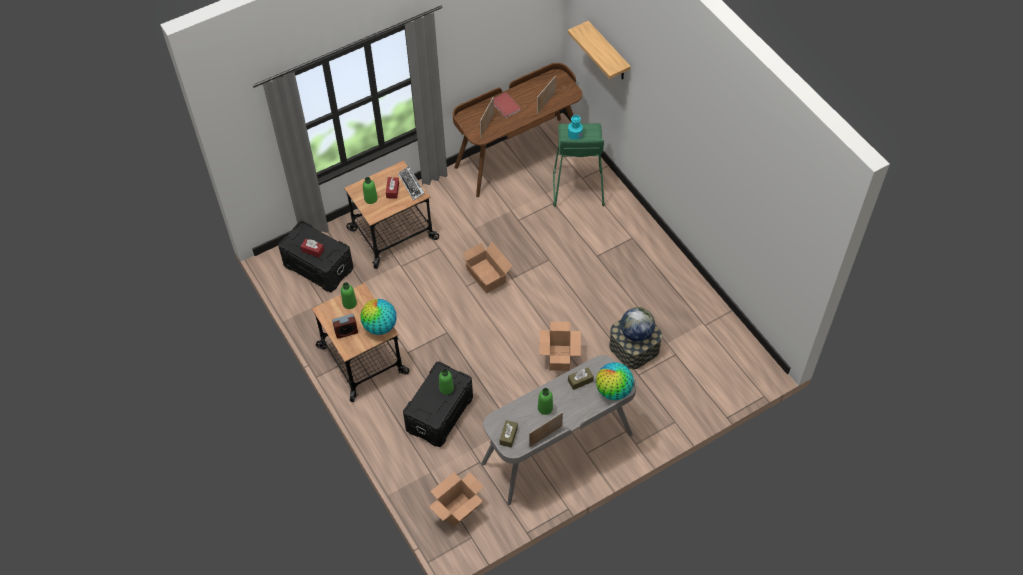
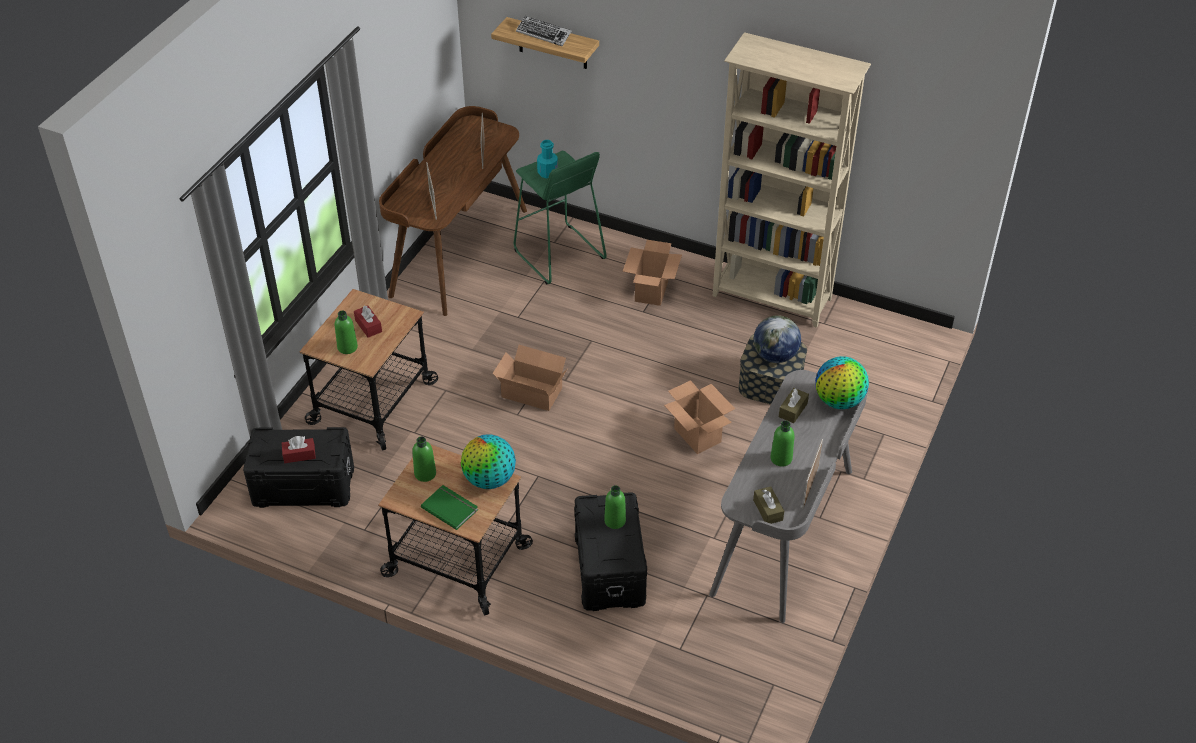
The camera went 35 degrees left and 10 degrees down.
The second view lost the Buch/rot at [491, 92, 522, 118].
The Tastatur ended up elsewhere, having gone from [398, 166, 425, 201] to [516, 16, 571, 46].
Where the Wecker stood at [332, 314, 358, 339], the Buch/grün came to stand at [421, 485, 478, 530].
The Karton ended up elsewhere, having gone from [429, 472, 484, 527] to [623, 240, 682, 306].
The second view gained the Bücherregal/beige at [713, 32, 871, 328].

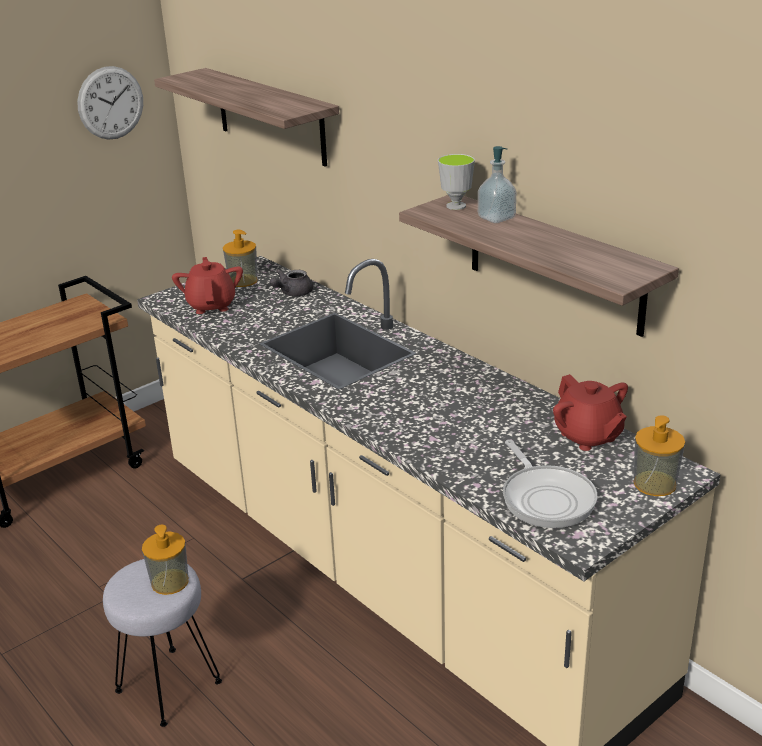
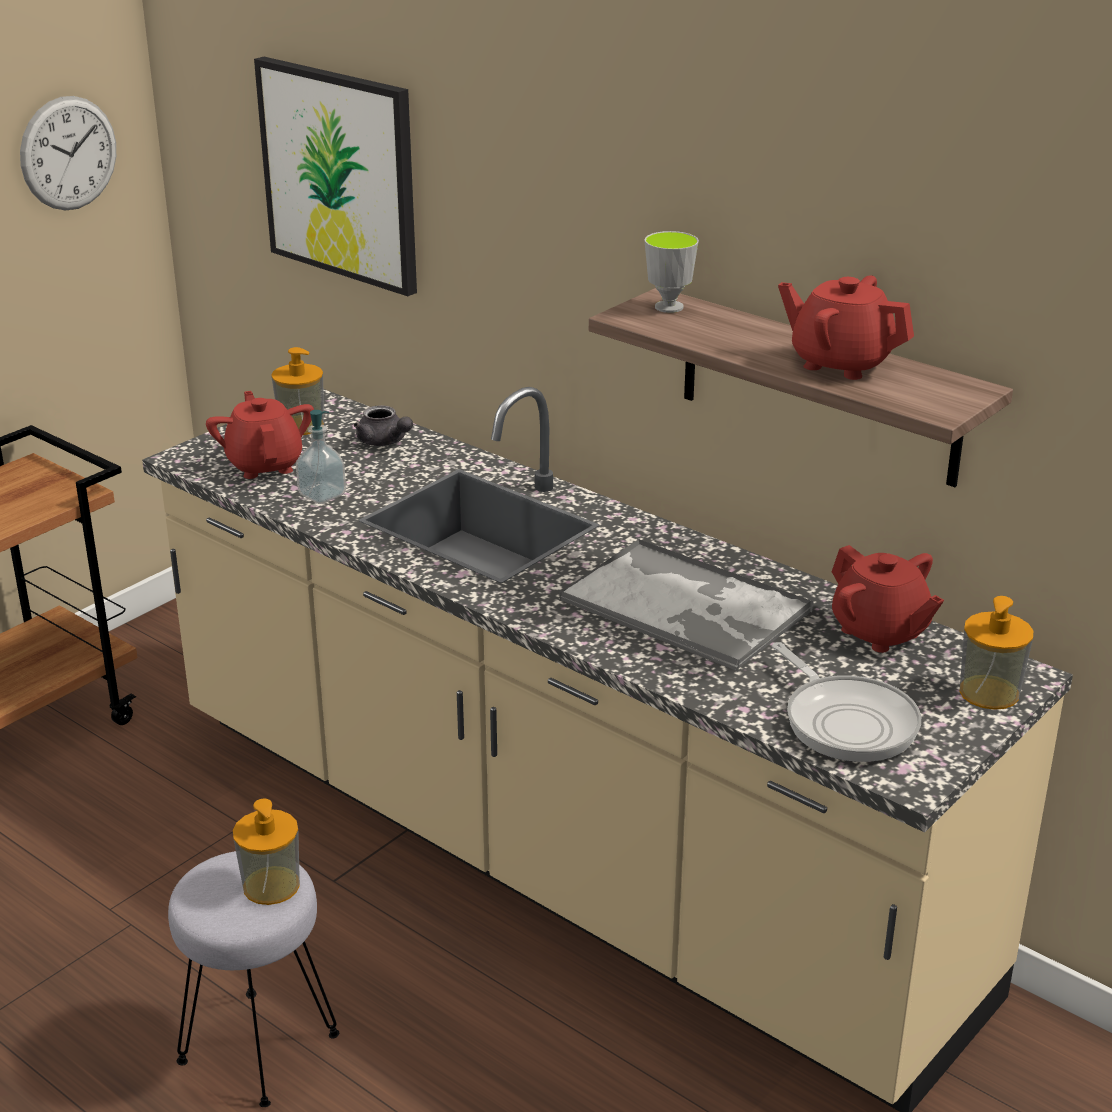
The camera went 10 degrees left and 0 degrees up.
Where the Wandregal hung at [154, 68, 339, 167], the Bild came to hang at [254, 57, 417, 296].
The Seifenspender ended up elsewhere, having gone from [478, 146, 516, 223] to [296, 410, 346, 504].
The Teekanne/grau at [270, 269, 313, 296] ended up facing another way, 75 degrees counterclockwise from before.
The second view gained the Teekanne/rot at [778, 275, 914, 380].
The second view gained the Tablett at [559, 538, 814, 671].

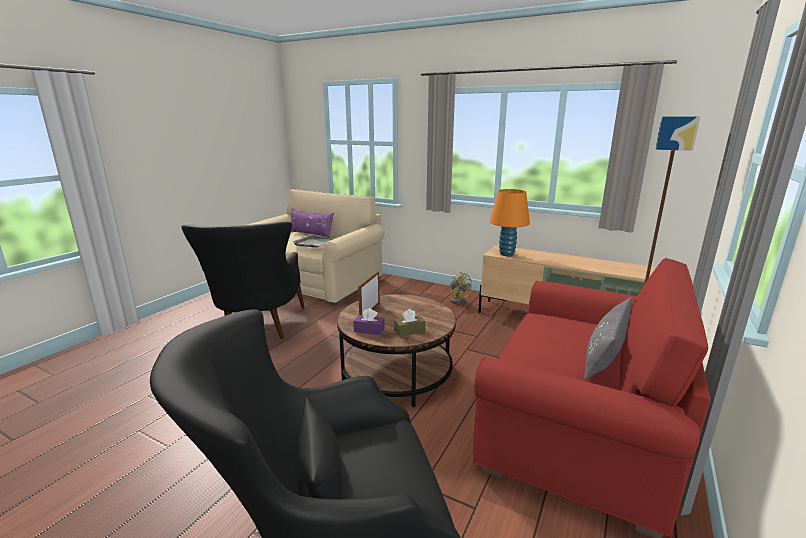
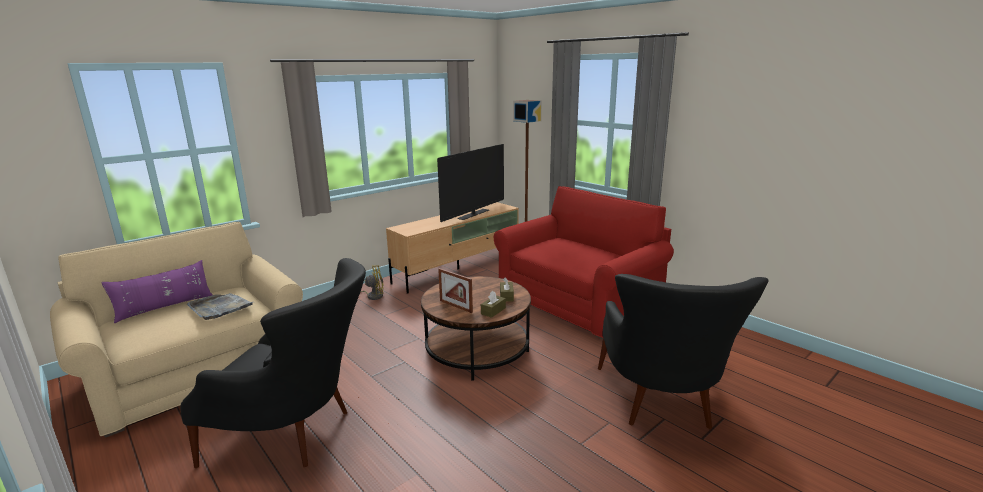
The camera went 70 degrees left and 0 degrees up.
The second view lost the Tischlampe/orange at [490, 189, 530, 256].
The second view lost the Kissen/grau at [584, 297, 632, 380].
What was the Taschentuchbox/lila at [354, 308, 385, 335] turned into the Taschentuchbox/braun at [481, 291, 506, 318].
The second view gained the Fernseher at [437, 144, 504, 222].

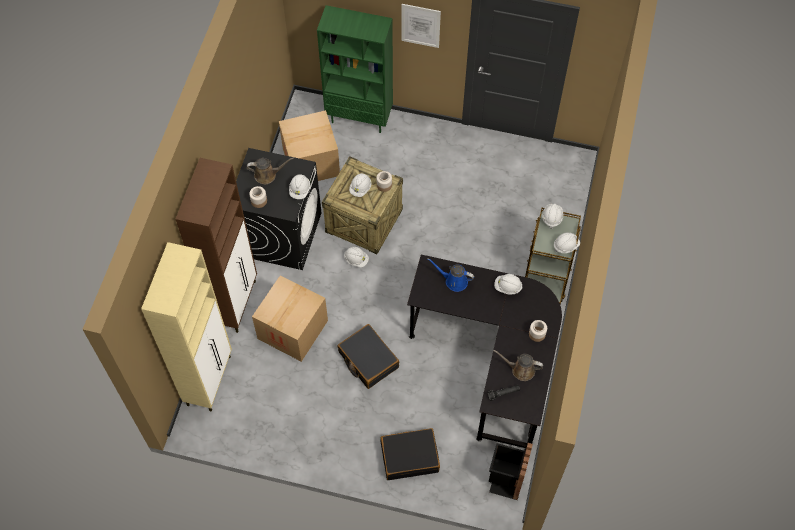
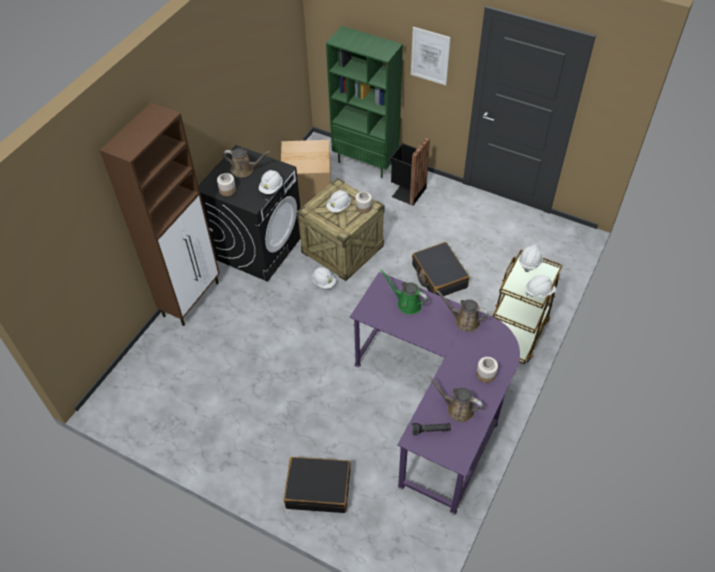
The camera went 15 degrees right and 10 degrees down.
The second view lost the Schrank/beige at [141, 242, 232, 412].
What was the Schreibtisch/schwarz at [407, 255, 562, 451] turned into the Schreibtisch/lila at [350, 272, 520, 515].
What was the Gießkanne/blau at [427, 258, 474, 292] turned into the Gießkanne/grün at [380, 270, 428, 315].
Where the Schutzhelm/weiß stood at [494, 274, 523, 295], the Gießkanne/braun came to stand at [436, 290, 489, 332].
The second view lost the Karton at [252, 275, 328, 362].
The Koffer/schwarz ended up elsewhere, having gone from [337, 324, 399, 389] to [412, 242, 470, 296].
The Mülleimer/schwarz ended up elsewhere, having gone from [489, 443, 533, 500] to [390, 137, 430, 206].

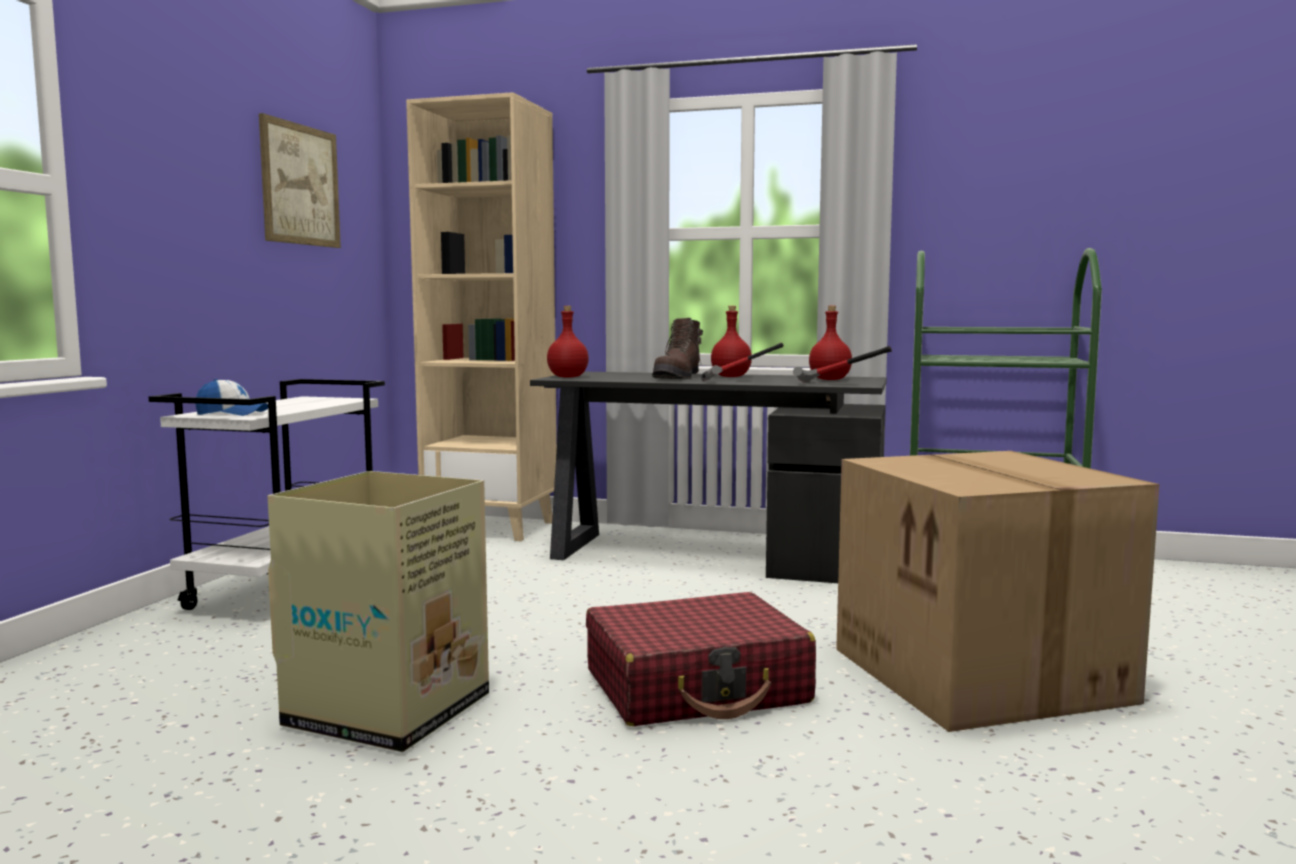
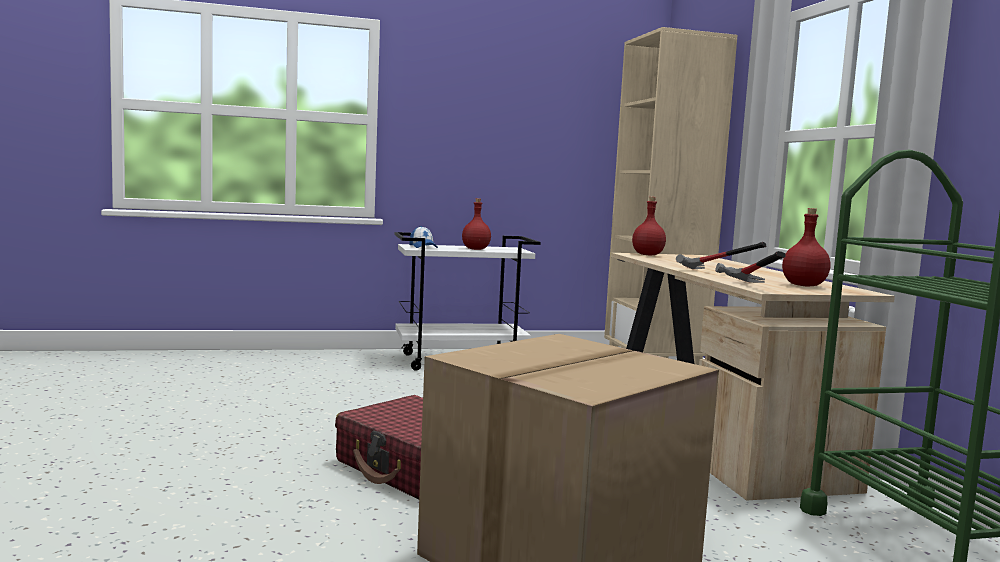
The camera went 60 degrees right and 0 degrees up.
The second view lost the Bild at [259, 113, 341, 248].
The Flasche/rot ended up elsewhere, having gone from [711, 306, 752, 377] to [462, 198, 491, 250].
The second view lost the Stiefel/braun at [652, 318, 703, 379].
What was the Schreibtisch/schwarz at [530, 372, 887, 583] turned into the Schreibtisch/beige at [611, 253, 895, 501].
The second view lost the Karton at [267, 471, 489, 752].

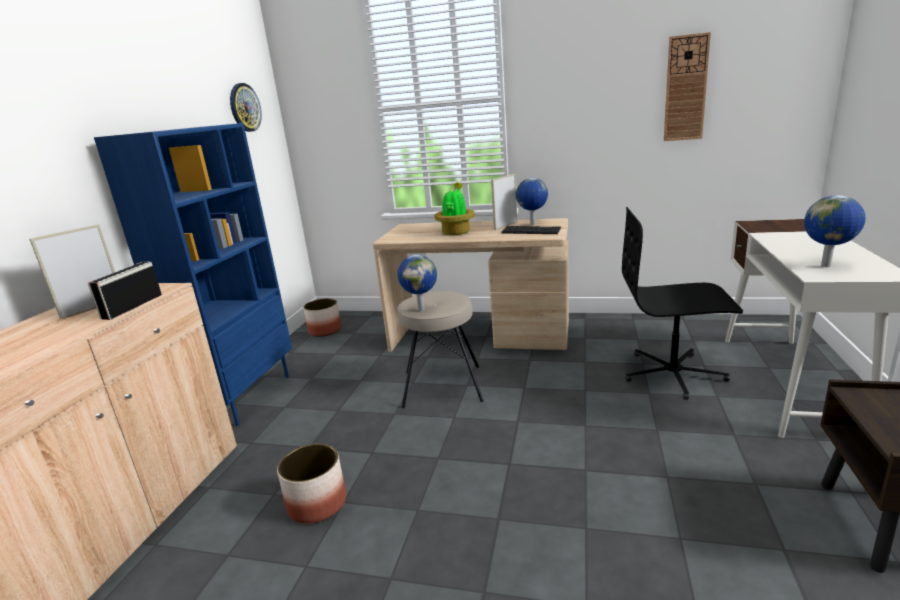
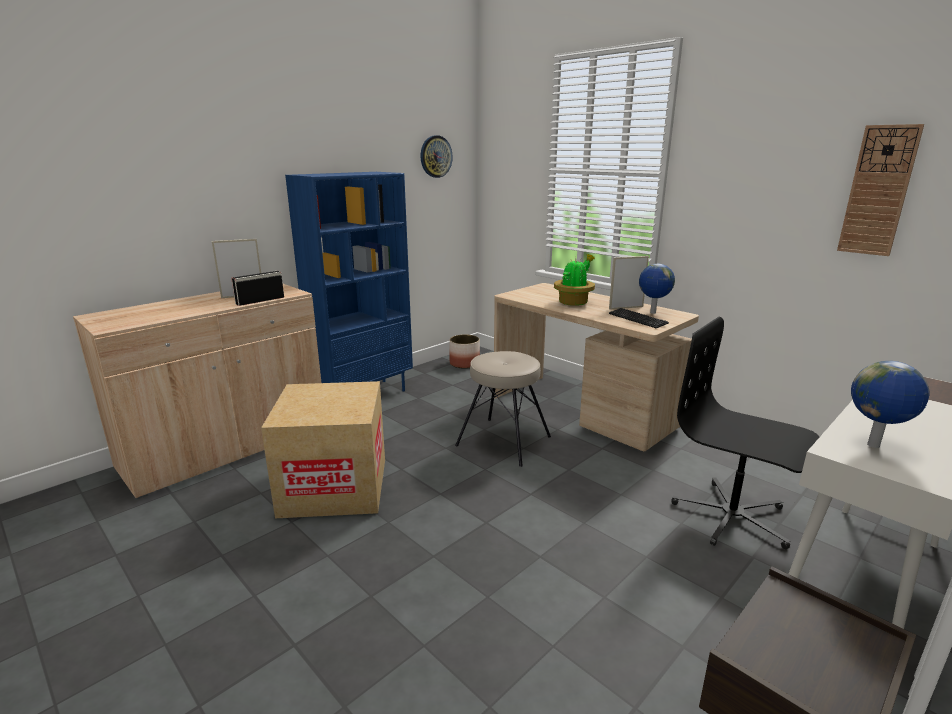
The camera went 30 degrees right and 0 degrees up.
The second view lost the Globus at [398, 255, 437, 311].
Where the Pflanzkübel stood at [277, 443, 346, 524], the Karton came to stand at [261, 381, 385, 518].

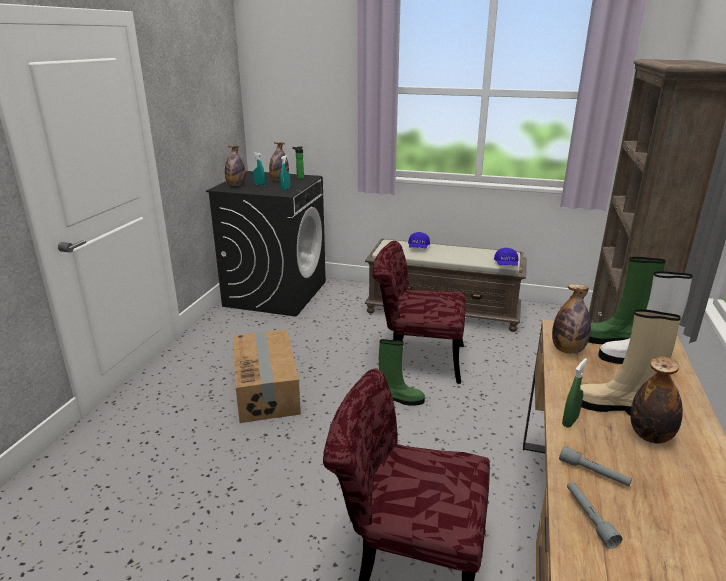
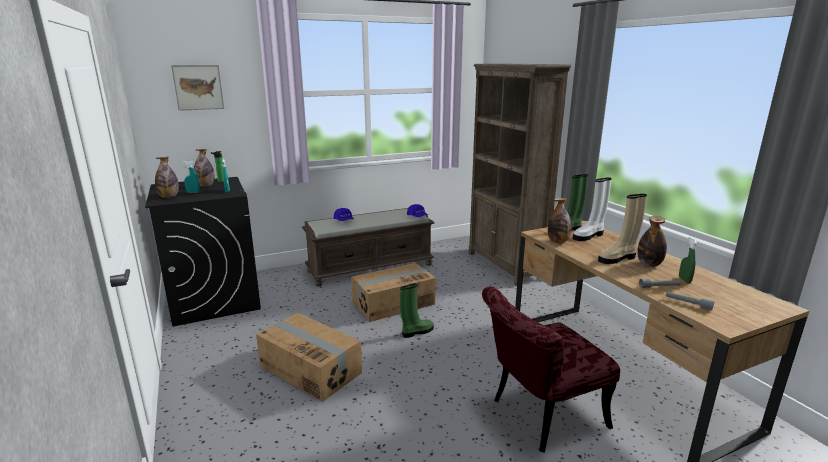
The camera went 40 degrees left and 5 degrees down.
Where the Stuhl/rot stood at [373, 241, 466, 384], the Karton came to stand at [351, 263, 436, 322].
The Sprühflasche/grün ended up elsewhere, having gone from [562, 358, 587, 428] to [679, 237, 698, 283].
The second view gained the Bild at [171, 65, 224, 111].

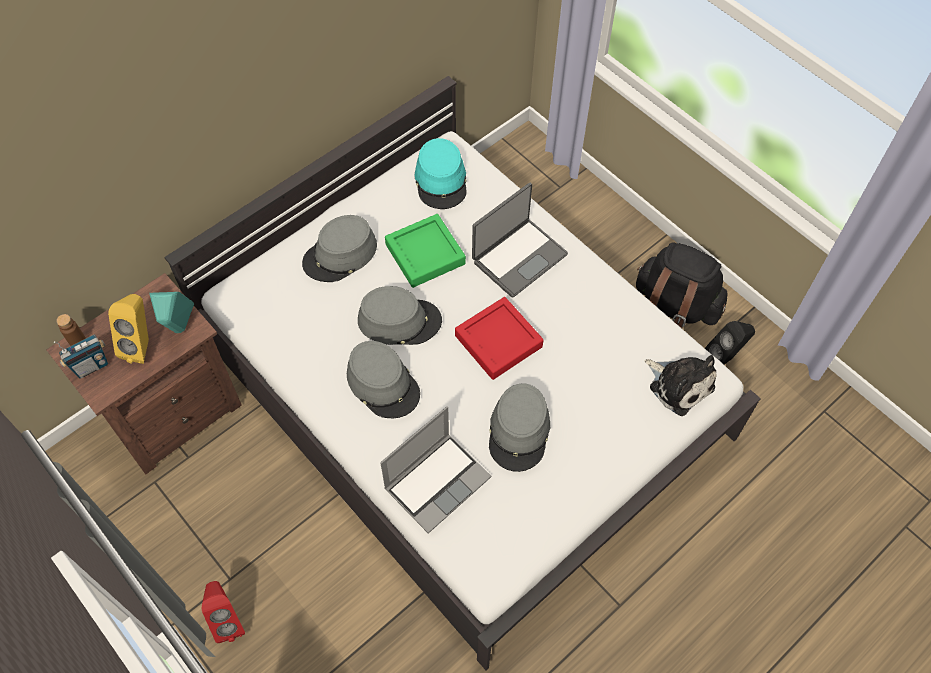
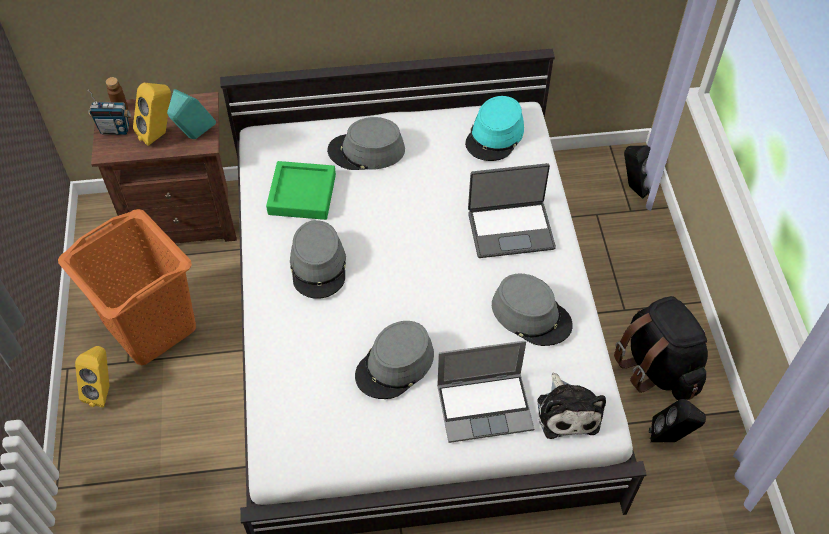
The camera went 35 degrees right and 5 degrees down.
The Tablett/grün ended up elsewhere, having gone from [385, 214, 466, 288] to [266, 161, 336, 220].
The Hut/grau ended up elsewhere, having gone from [358, 286, 442, 345] to [492, 273, 573, 346].
The second view lost the Tablett/rot at [455, 297, 543, 380].
The Laptop ended up elsewhere, having gone from [380, 406, 491, 534] to [437, 340, 534, 443].
What was the Lautsprecher/rot at [202, 581, 245, 643] turned into the Lautsprecher/gelb at [75, 346, 110, 408].
The second view gained the Lautsprecher/schwarz at [624, 146, 651, 199].
The second view gained the Wäschekorb/orange at [58, 209, 196, 365].

